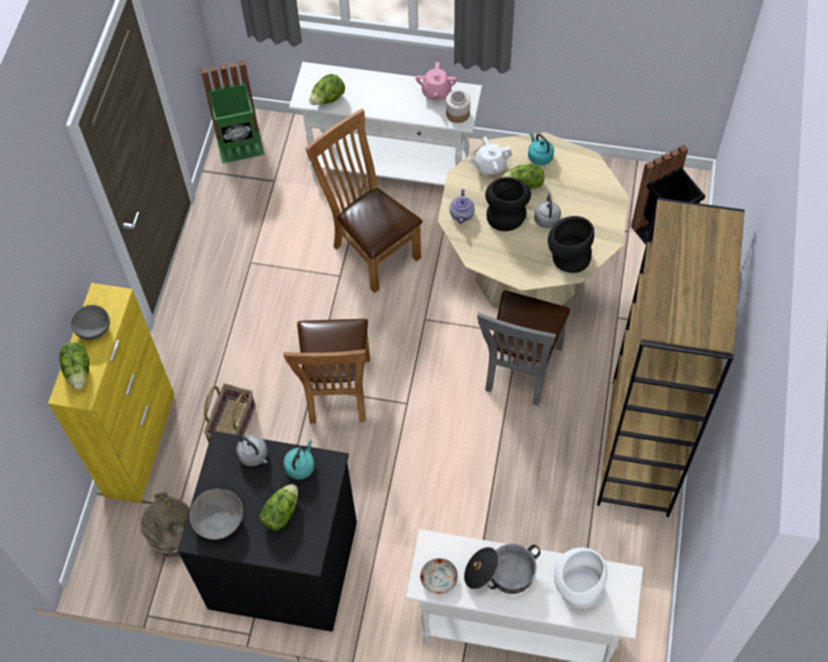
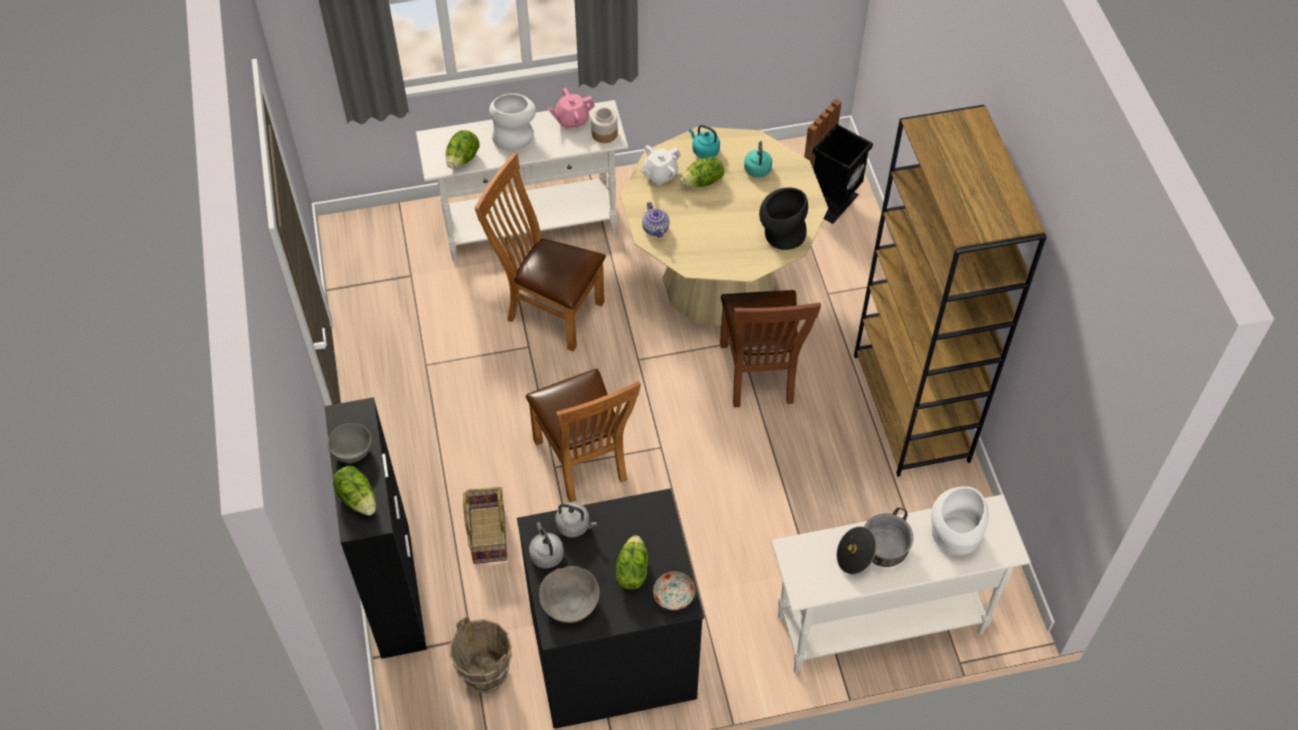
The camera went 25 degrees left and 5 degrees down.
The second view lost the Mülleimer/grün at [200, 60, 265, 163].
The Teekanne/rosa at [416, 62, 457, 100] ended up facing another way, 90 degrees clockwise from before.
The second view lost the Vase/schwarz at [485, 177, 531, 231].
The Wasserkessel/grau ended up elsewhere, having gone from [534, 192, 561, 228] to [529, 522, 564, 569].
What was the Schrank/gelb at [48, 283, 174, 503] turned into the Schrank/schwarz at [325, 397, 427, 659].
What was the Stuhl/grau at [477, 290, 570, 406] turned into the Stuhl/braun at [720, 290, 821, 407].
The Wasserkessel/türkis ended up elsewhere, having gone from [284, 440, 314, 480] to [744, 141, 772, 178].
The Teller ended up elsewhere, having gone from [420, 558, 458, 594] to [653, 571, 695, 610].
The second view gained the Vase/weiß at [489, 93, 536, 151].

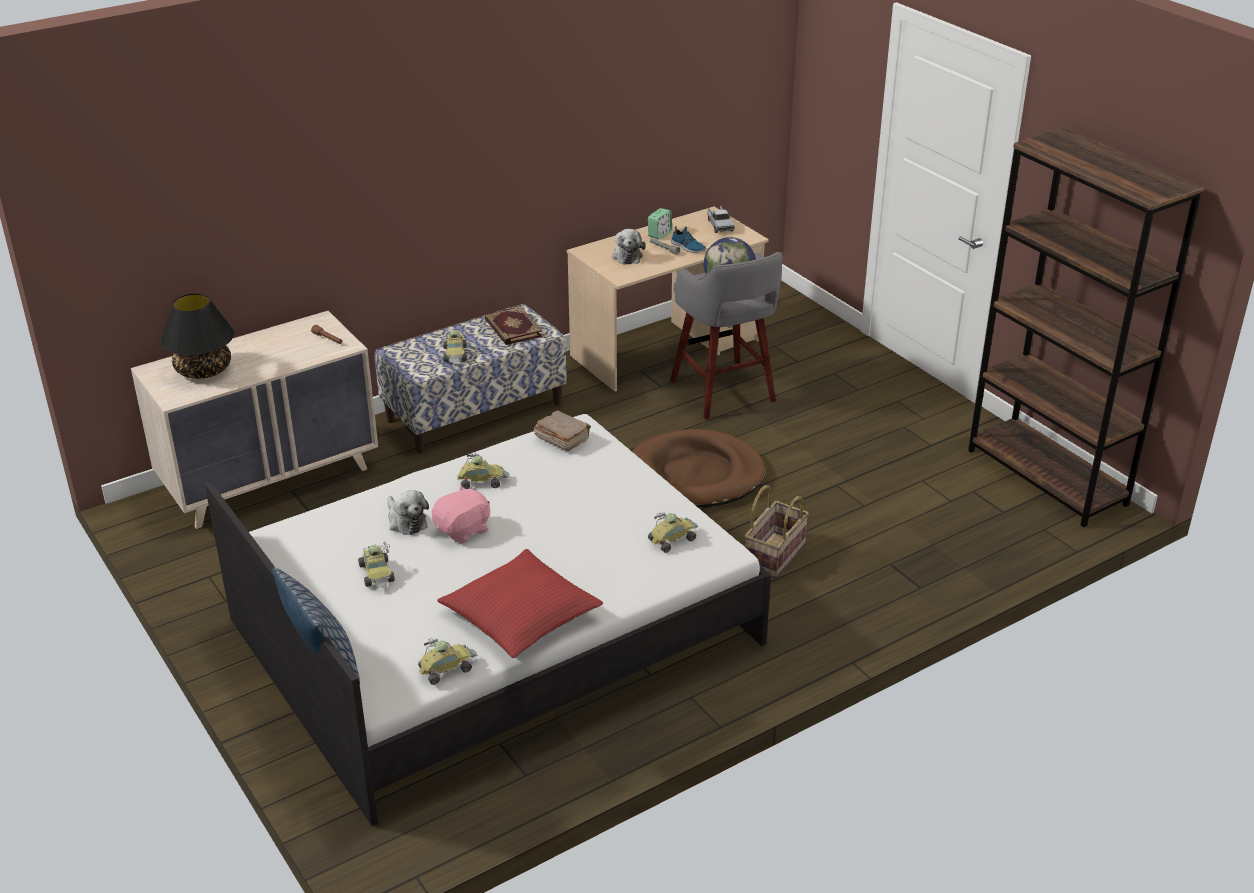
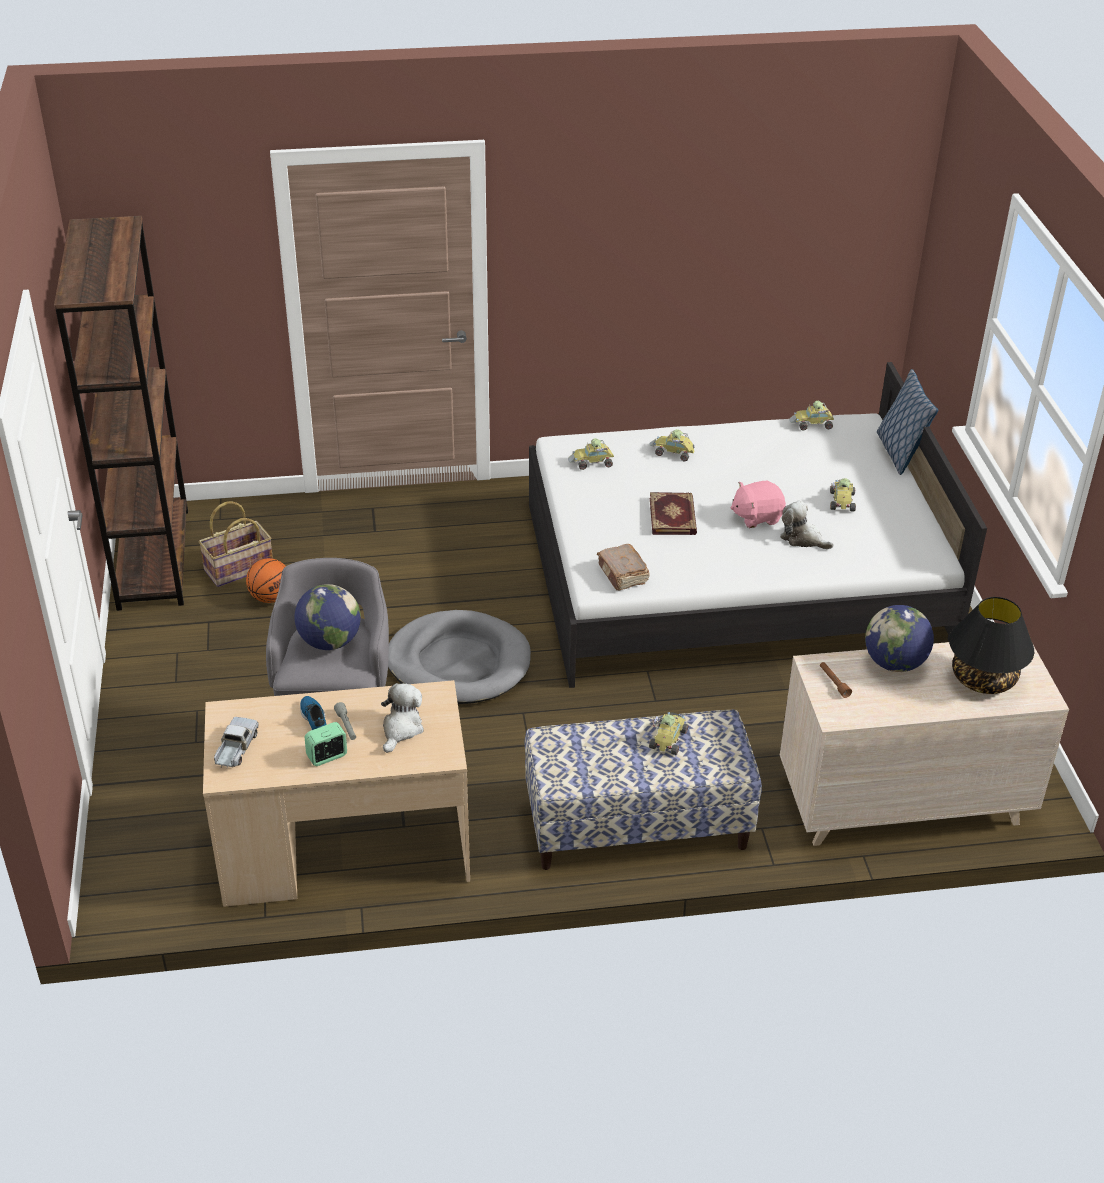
The camera went 155 degrees left and 5 degrees up.
The Buch ended up elsewhere, having gone from [485, 306, 542, 345] to [650, 492, 697, 535].
What was the Hundebett/braun at [632, 429, 766, 508] turned into the Hundebett/grau at [388, 610, 531, 704].
The Spielzeugauto ended up elsewhere, having gone from [457, 453, 510, 489] to [649, 429, 694, 461].
The Korb ended up elsewhere, having gone from [745, 485, 809, 578] to [199, 501, 273, 587].
The Plüschtier at [387, 490, 429, 535] ended up facing another way, 45 degrees counterclockwise from before.
The second view lost the Kissen/rot at [437, 549, 603, 658].
The second view gained the Basketball at [246, 558, 286, 603].
The second view gained the Globus at [865, 605, 934, 672].

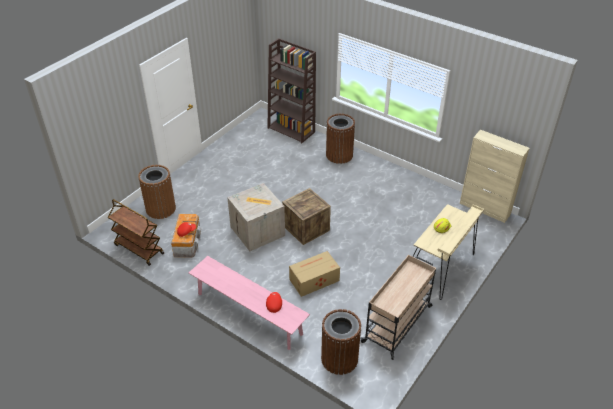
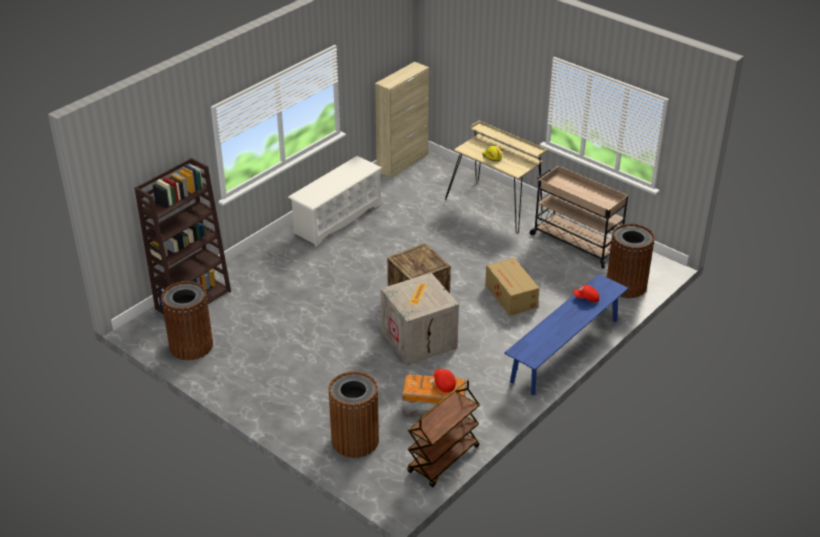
The camera went 85 degrees left and 5 degrees down.
The Mülleimer/braun ended up elsewhere, having gone from [326, 114, 355, 164] to [161, 281, 213, 360].
What was the Bank/rosa at [189, 256, 310, 350] turned into the Bank/blau at [504, 274, 628, 395].
The second view gained the Schuhregal/weiß at [288, 156, 382, 246].

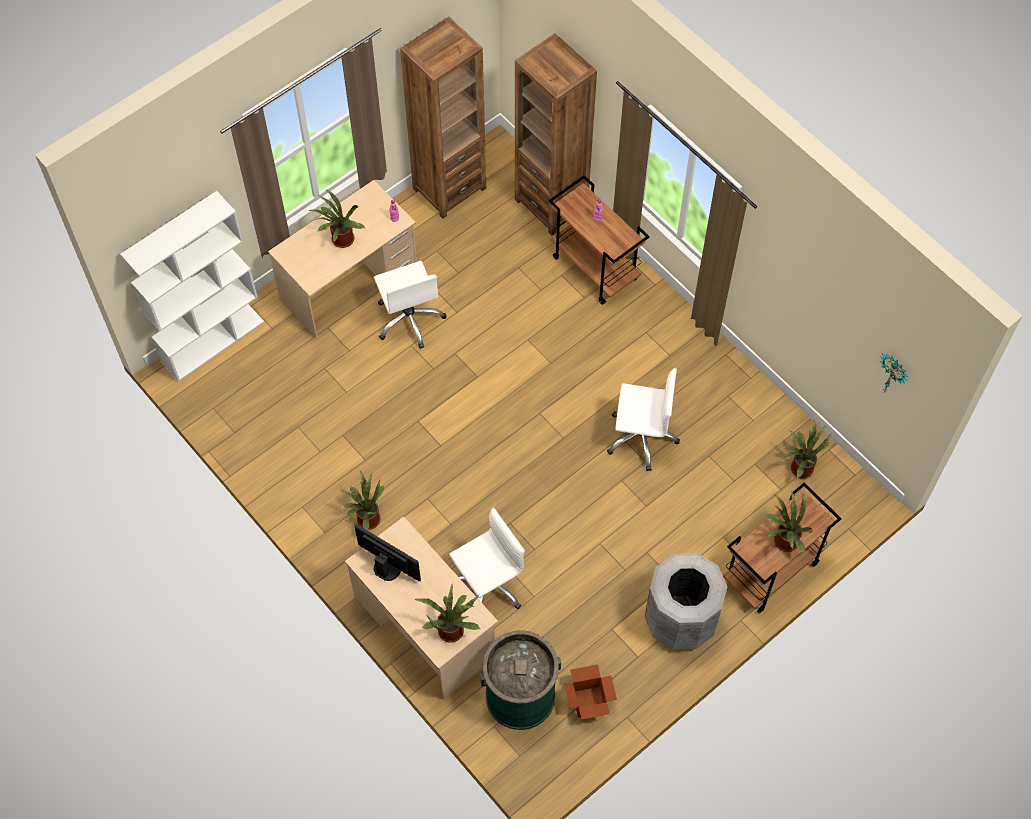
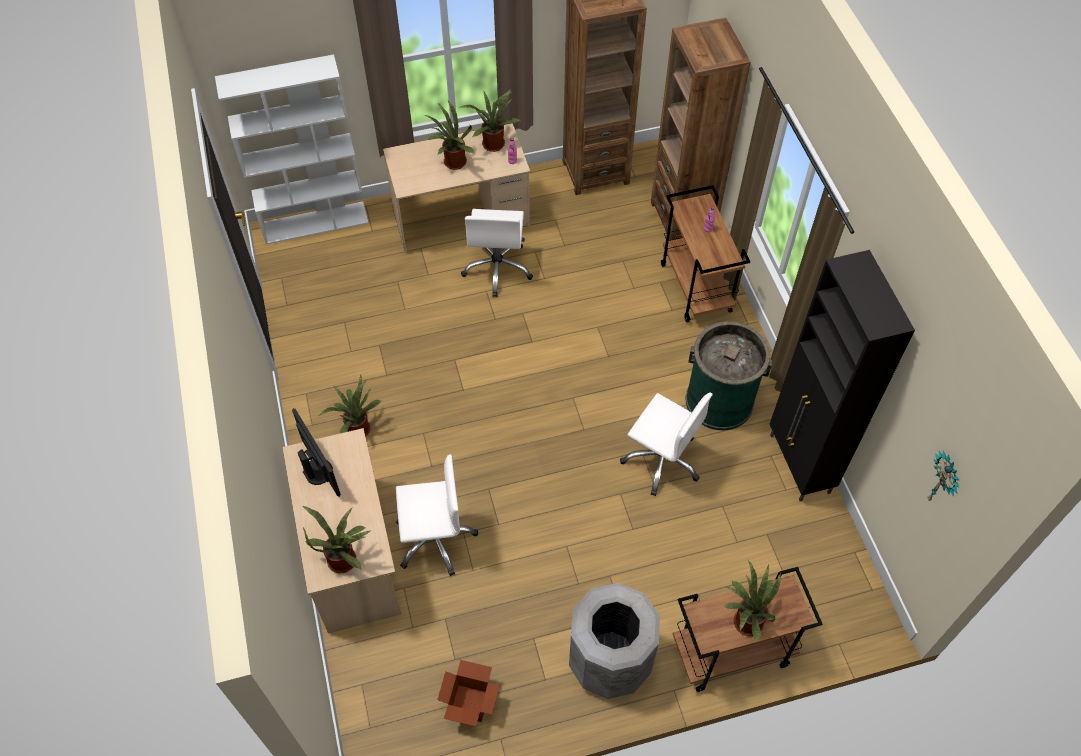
The camera went 25 degrees right and 5 degrees down.
The Topfpflanze ended up elsewhere, having gone from [785, 419, 831, 478] to [460, 88, 520, 152].
The Mülleimer/grün ended up elsewhere, having gone from [480, 630, 561, 730] to [685, 322, 772, 430].
The second view gained the Schrank/schwarz at [770, 250, 915, 501].

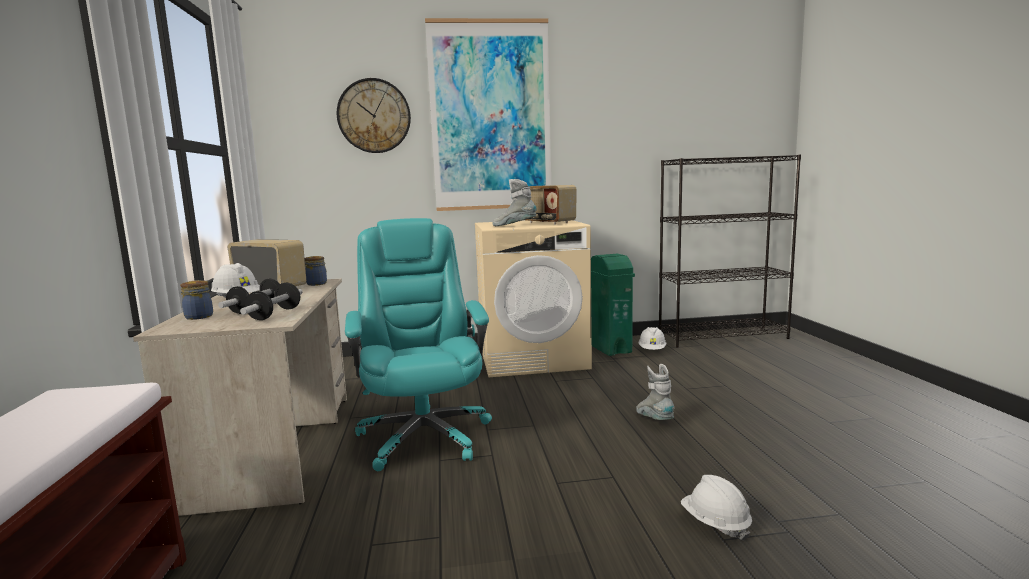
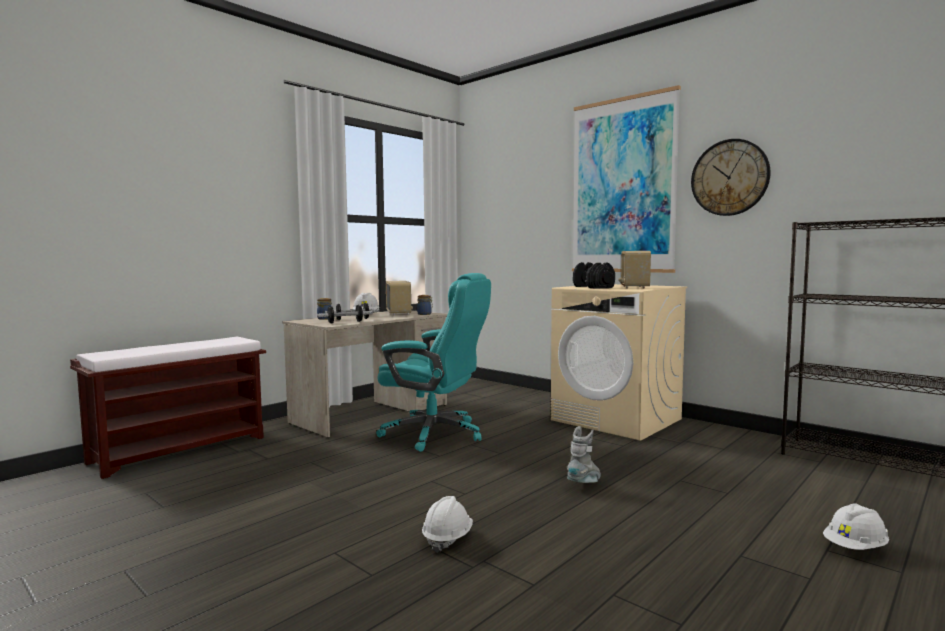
The camera went 50 degrees right and 5 degrees down.
The Wanduhr ended up elsewhere, having gone from [337, 78, 411, 153] to [691, 139, 771, 216].
Where the Stiefel/grau stood at [493, 179, 537, 226], the Hantel/schwarz came to stand at [573, 262, 615, 289].
The Bürostuhl/türkis at [345, 218, 492, 471] ended up facing another way, 75 degrees clockwise from before.
The second view lost the Mülleimer/grün at [591, 254, 635, 356].
The Schutzhelm/weiß ended up elsewhere, having gone from [638, 327, 667, 350] to [823, 503, 889, 550].

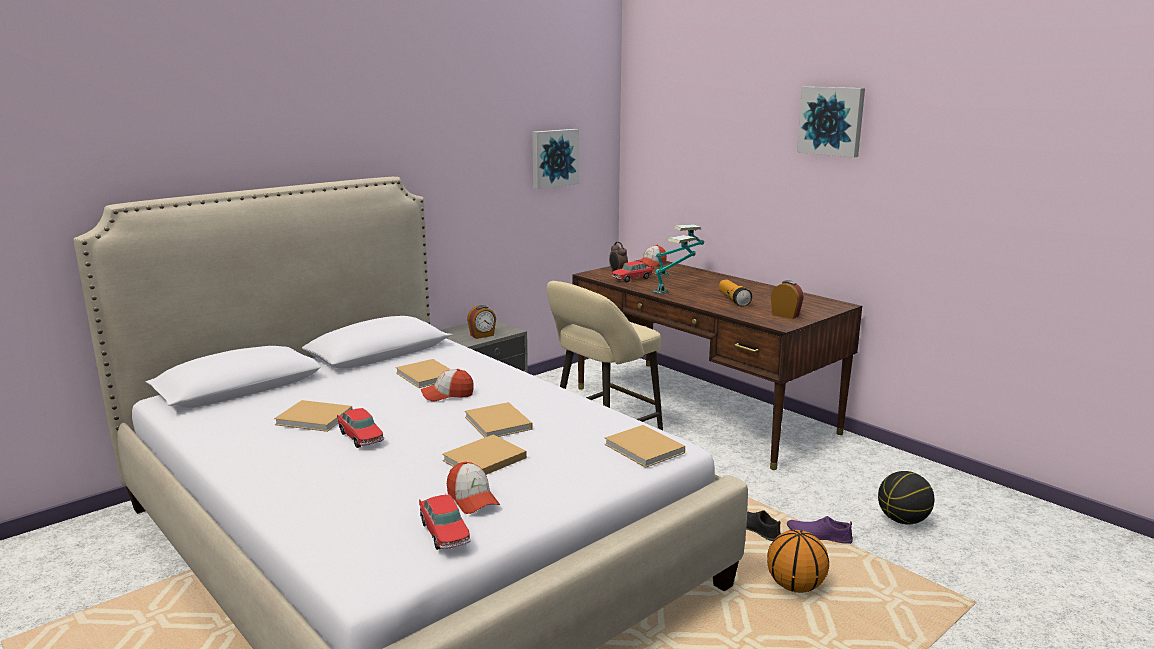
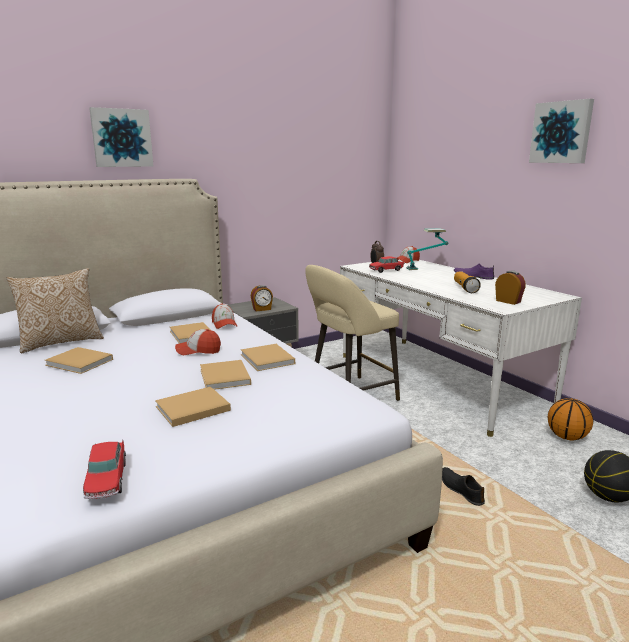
The camera went 10 degrees right and 0 degrees up.
The Bild ended up elsewhere, having gone from [532, 129, 579, 189] to [89, 107, 153, 167].
The second view lost the Tischlampe at [653, 235, 696, 295].
What was the Schreibtisch/braun at [572, 260, 862, 470] turned into the Schreibtisch/weiß at [340, 259, 582, 437].
The second view lost the Spielzeugauto at [337, 408, 384, 448].
The Buch/beige ended up elsewhere, having gone from [604, 425, 685, 468] to [241, 344, 295, 371].
The Kappe ended up elsewhere, having gone from [447, 462, 500, 514] to [212, 303, 237, 329].
The Schuh/lila ended up elsewhere, having gone from [787, 516, 853, 544] to [454, 263, 494, 280].
The Basketball ended up elsewhere, having gone from [767, 530, 829, 593] to [548, 398, 593, 440].
The second view gained the Kissen at [6, 268, 104, 353].

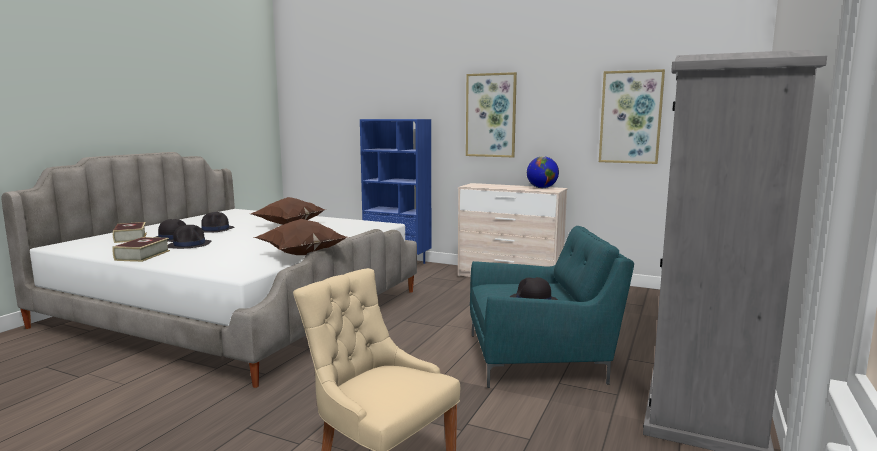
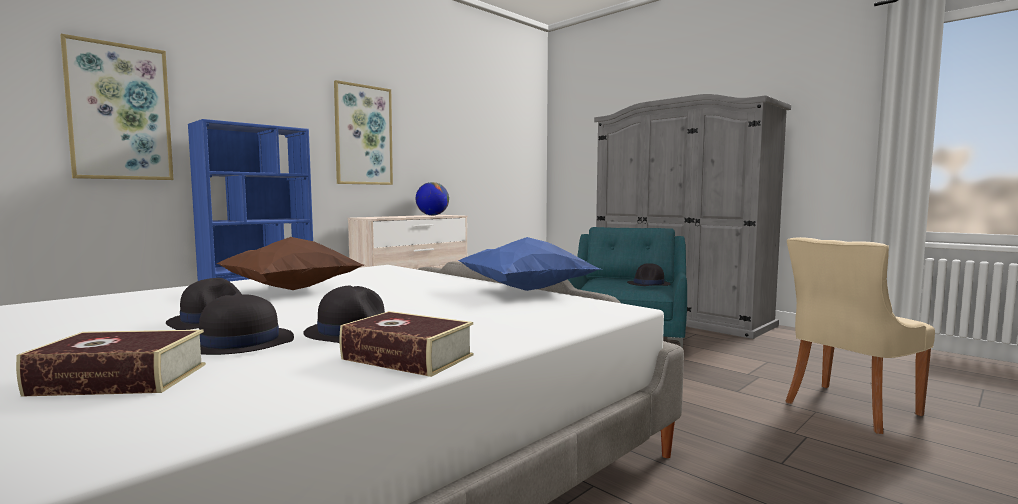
The camera went 70 degrees left and 5 degrees down.
The Bild ended up elsewhere, having gone from [599, 69, 665, 164] to [60, 34, 173, 180].
What was the Kissen/braun at [252, 219, 347, 255] turned into the Kissen/blau at [459, 237, 600, 291].

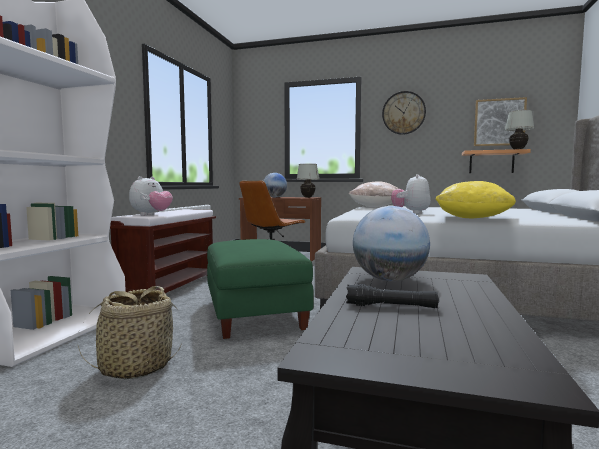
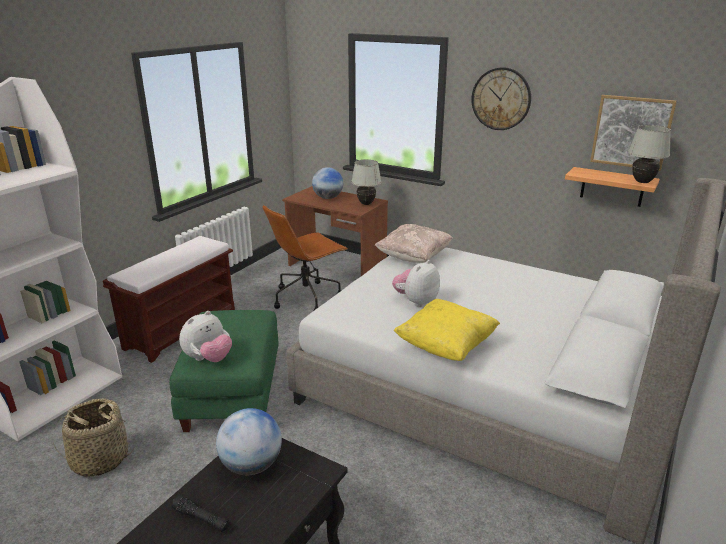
The camera went 15 degrees right and 20 degrees up.
The Plüschtier ended up elsewhere, having gone from [129, 176, 173, 215] to [179, 311, 232, 362].

